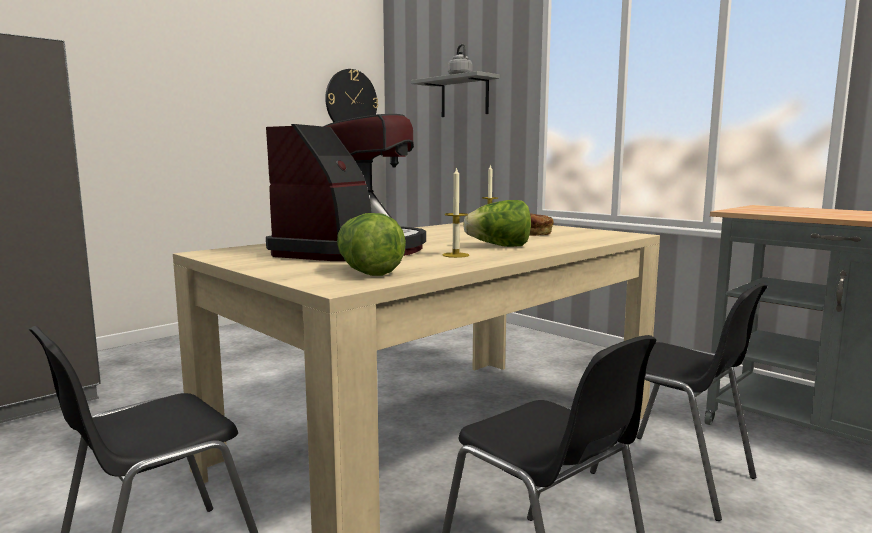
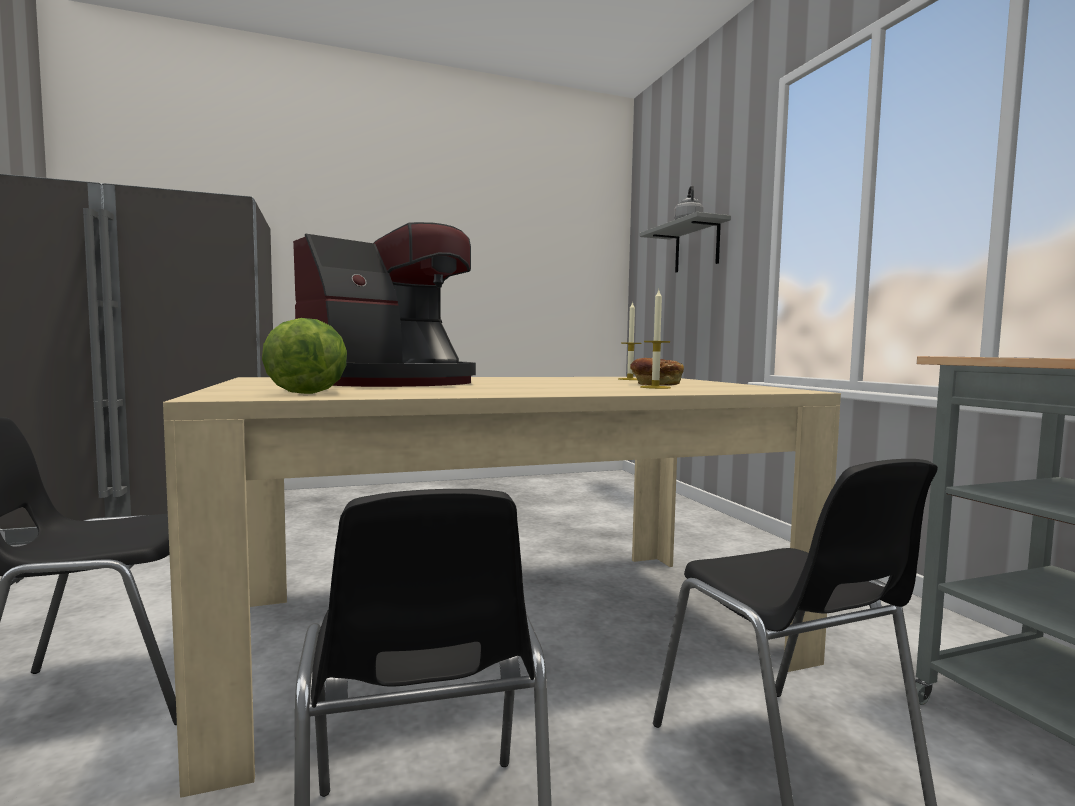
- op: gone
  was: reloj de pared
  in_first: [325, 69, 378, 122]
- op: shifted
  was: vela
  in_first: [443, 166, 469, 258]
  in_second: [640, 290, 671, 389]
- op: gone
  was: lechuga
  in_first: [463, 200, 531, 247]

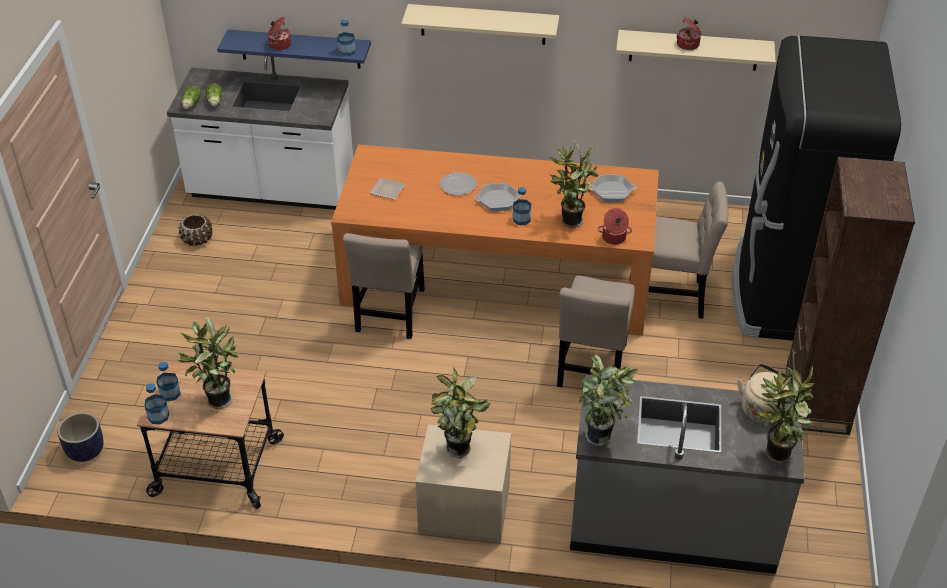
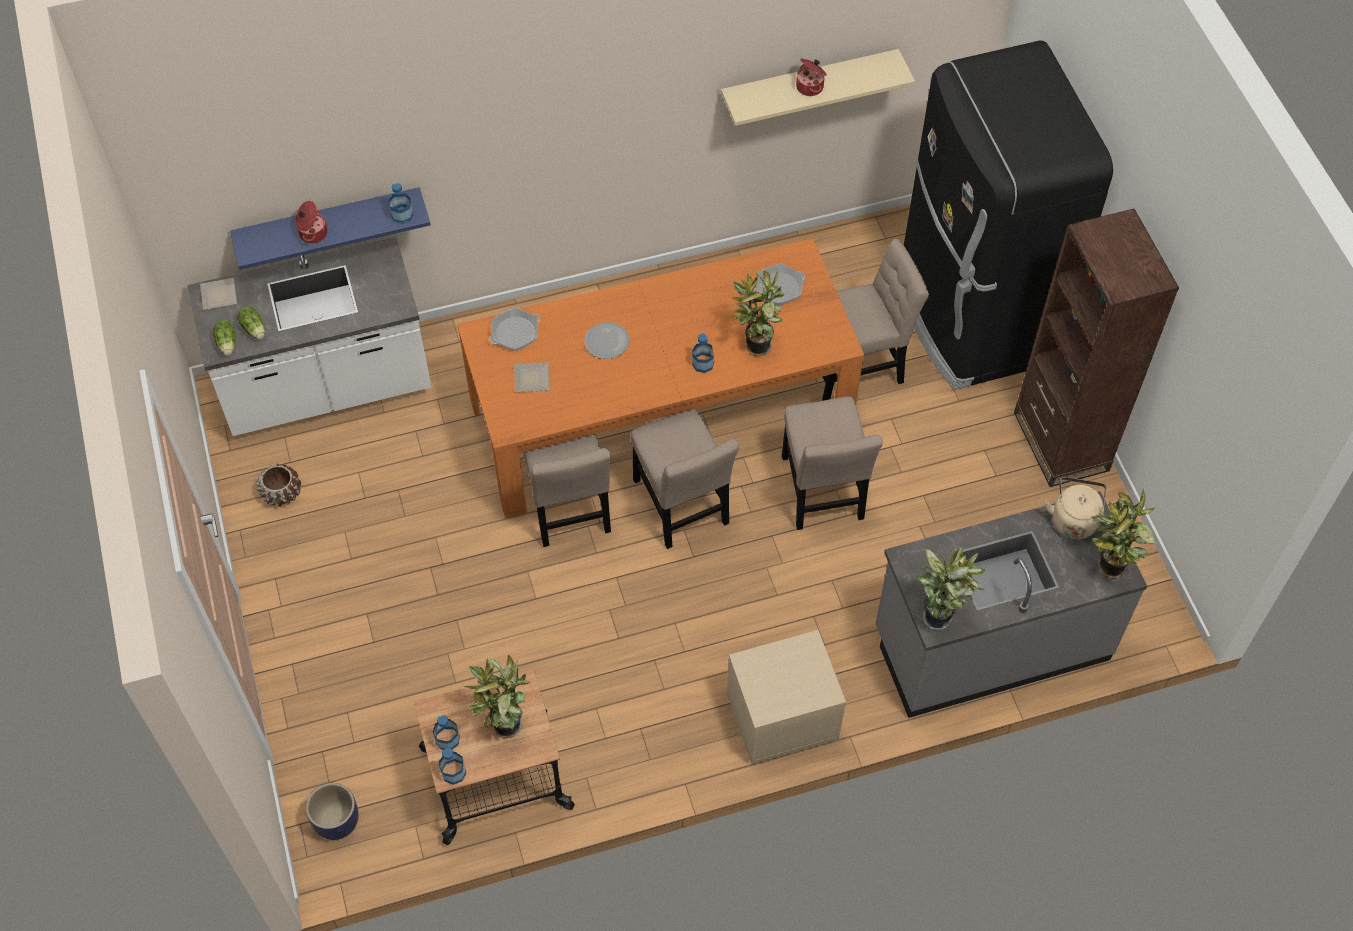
- op: gone
  was: estante/beis
  in_first: [401, 4, 559, 45]
- op: gone
  was: planta en maceta
  in_first: [430, 366, 491, 458]
- op: shifted
  was: sartén
  in_first: [474, 183, 521, 211]
  in_second: [489, 308, 540, 351]
- op: gone
  was: olla
  in_first: [598, 208, 632, 245]
- op: new
  now: plato
  in_second: [200, 278, 237, 310]
- op: new
  now: silla/beis
  in_second: [631, 409, 739, 549]

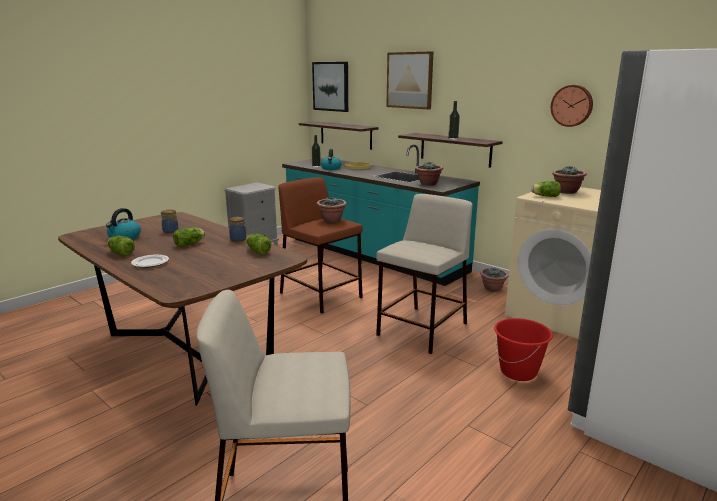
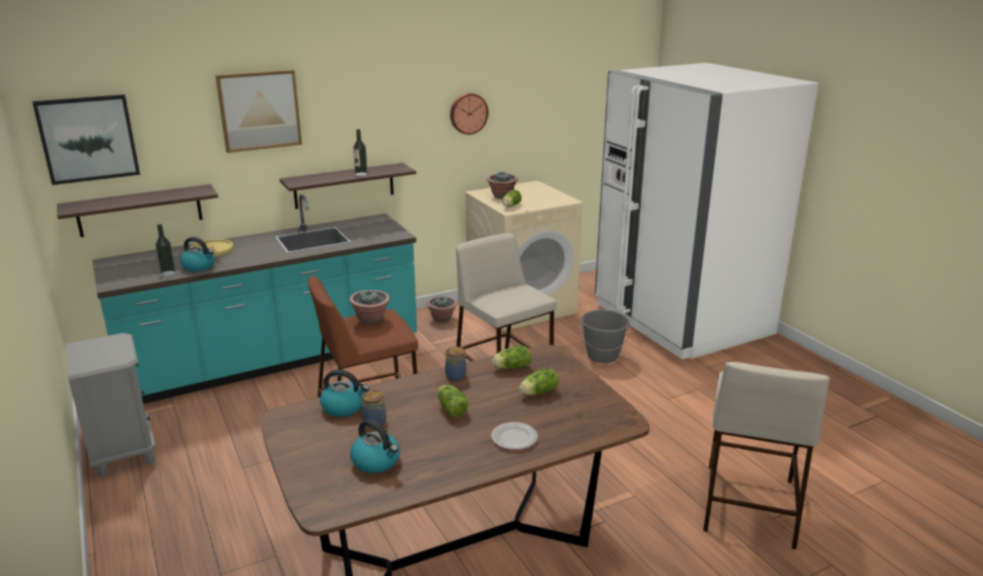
- op: shifted
  was: lechuga
  in_first: [107, 235, 135, 256]
  in_second: [519, 368, 559, 395]
- op: gone
  was: planta en maceta
  in_first: [415, 162, 443, 186]
- op: repainted
  was: cubo/rojo
  now: cubo/gris
  in_first: [494, 318, 553, 381]
  in_second: [579, 310, 631, 363]
- op: new
  now: hervidor
  in_second: [320, 370, 369, 417]

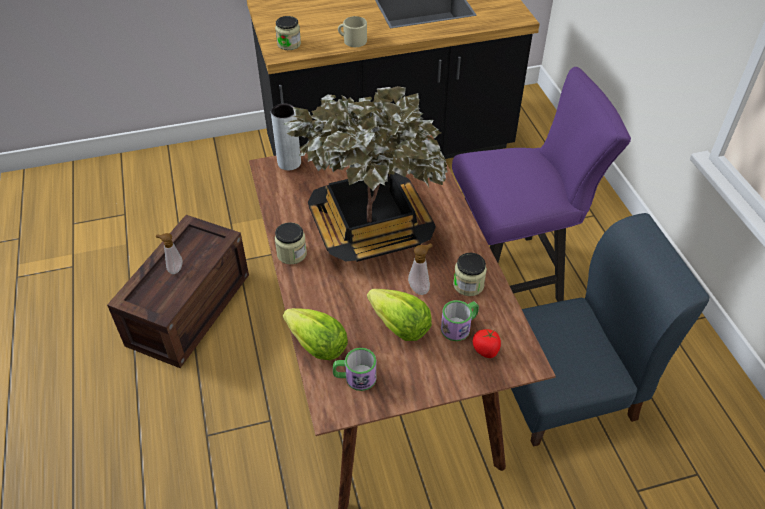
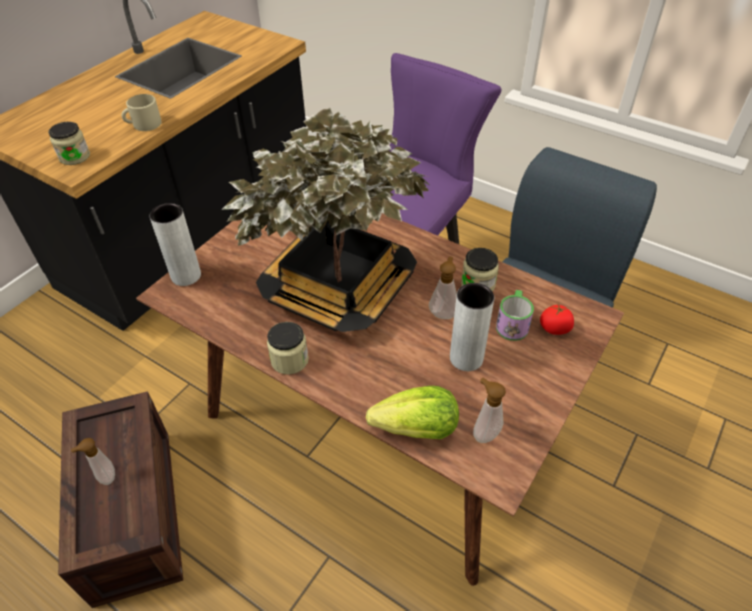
- op: swapped
  was: taza grande
  now: dispensador de jabón
  in_first: [333, 348, 377, 391]
  in_second: [473, 378, 506, 443]
- op: swapped
  was: lechuga
  now: florero/gris
  in_first: [367, 289, 432, 341]
  in_second: [450, 283, 494, 371]

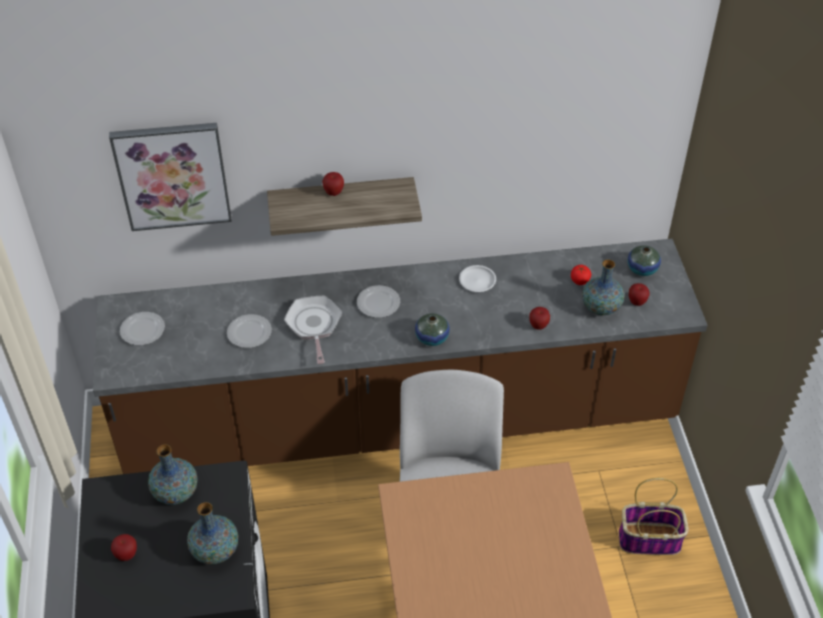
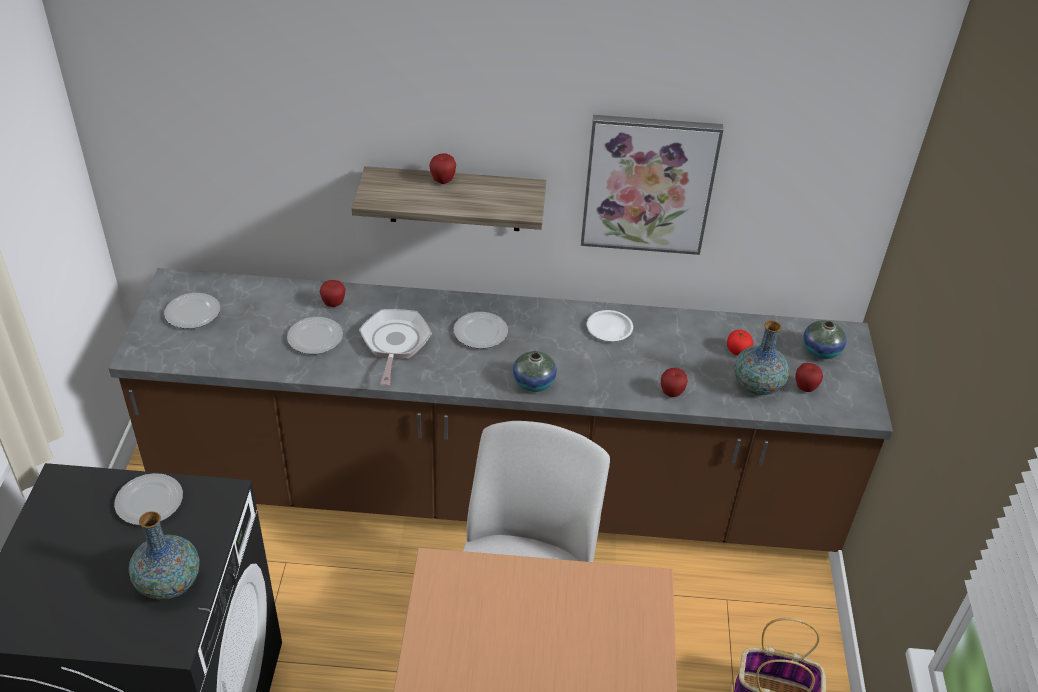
- op: shifted
  was: cuadro
  in_first: [109, 123, 232, 231]
  in_second: [581, 115, 723, 255]
- op: shifted
  was: manzana
  in_first: [111, 534, 137, 561]
  in_second: [320, 280, 345, 307]
- op: swapped
  was: florero
  now: plato
  in_first: [148, 444, 198, 505]
  in_second: [114, 473, 183, 525]

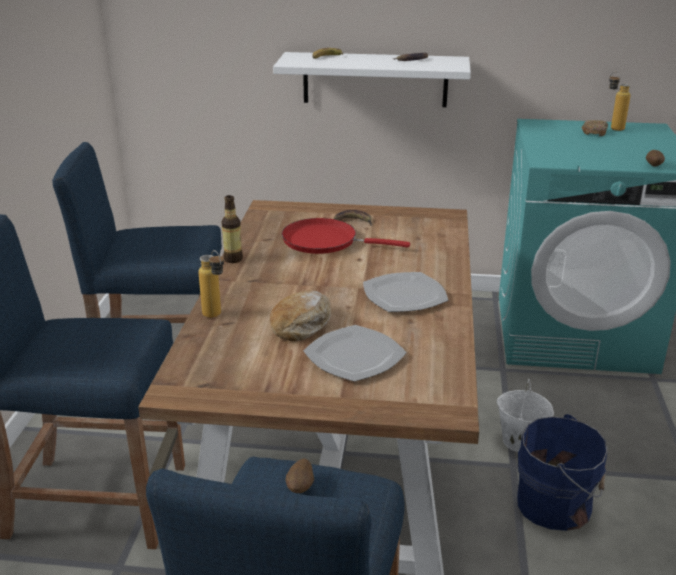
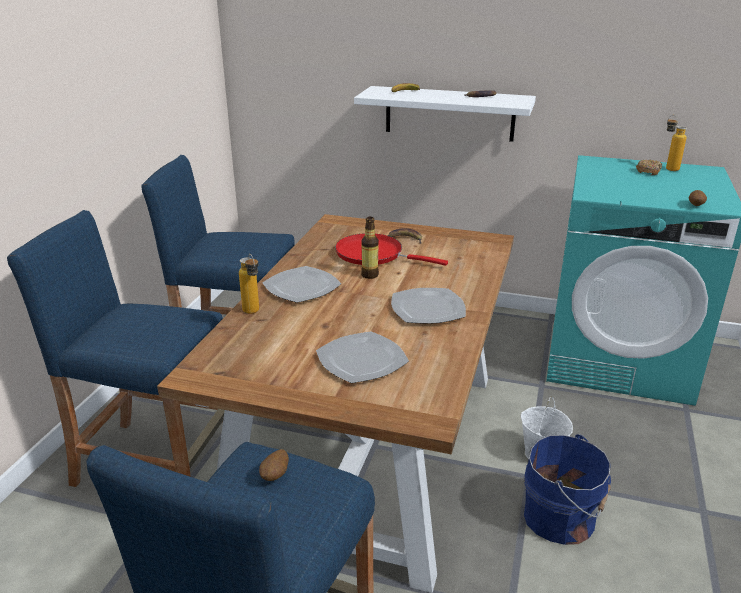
- op: shifted
  was: botella
  in_first: [221, 195, 243, 263]
  in_second: [361, 217, 379, 279]
- op: gone
  was: pan
  in_first: [270, 290, 331, 342]
- op: new
  now: plato
  in_second: [263, 266, 341, 303]

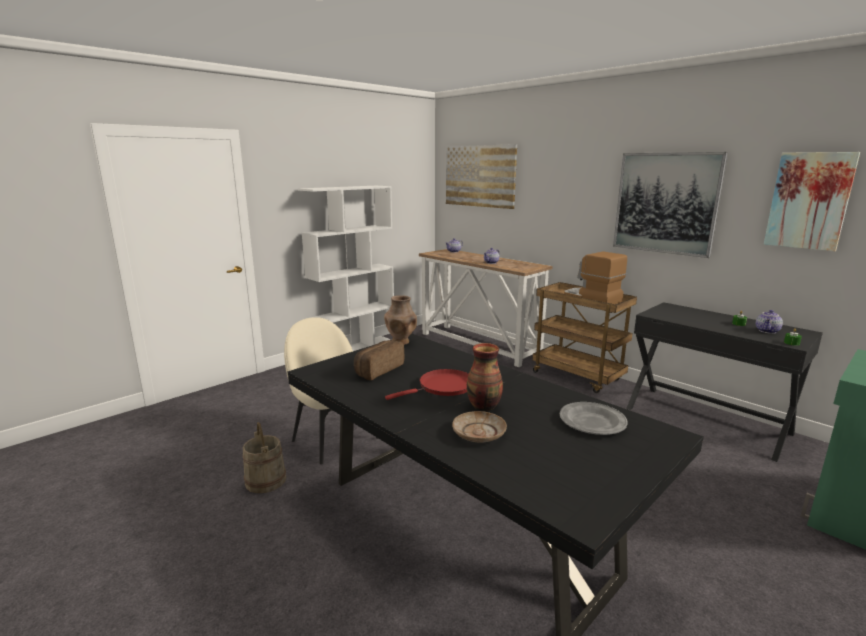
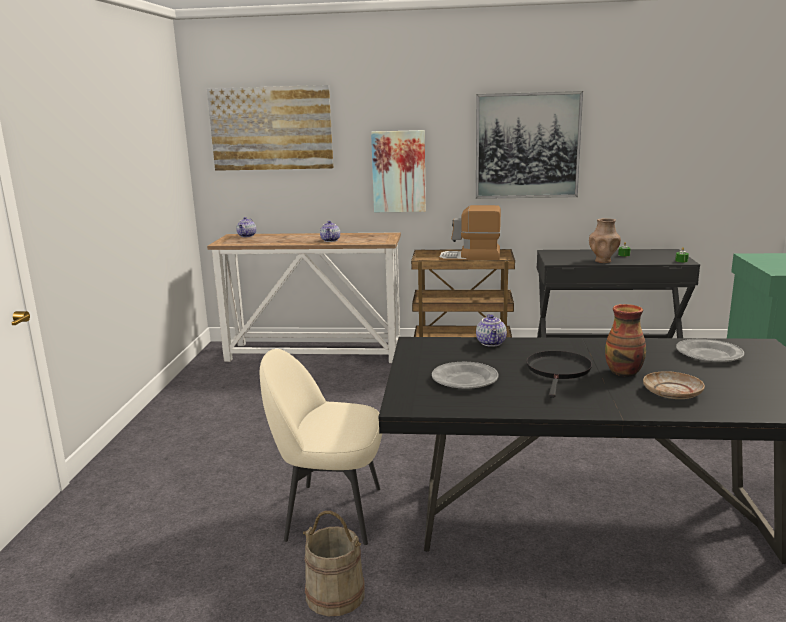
- op: gone
  was: estantería/blanco
  in_first: [298, 186, 394, 351]
- op: swapped
  was: pan
  now: plato/gris
  in_first: [354, 340, 404, 380]
  in_second: [432, 362, 499, 389]
- op: shifted
  was: florero/marrón
  in_first: [384, 295, 417, 345]
  in_second: [589, 218, 621, 263]
- op: repainted
  was: sartén/rojo
  now: sartén/negro
  in_first: [385, 369, 469, 400]
  in_second: [526, 351, 592, 398]
- op: shifted
  was: tetera
  in_first: [756, 310, 783, 334]
  in_second: [476, 314, 507, 347]
- op: shifted
  was: cuadro
  in_first: [764, 152, 860, 251]
  in_second: [371, 130, 426, 212]

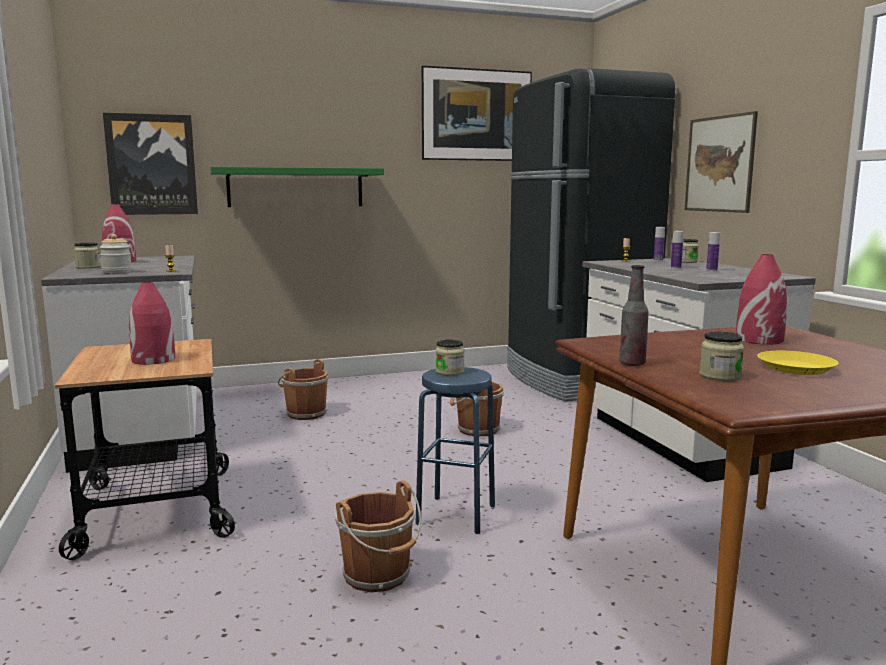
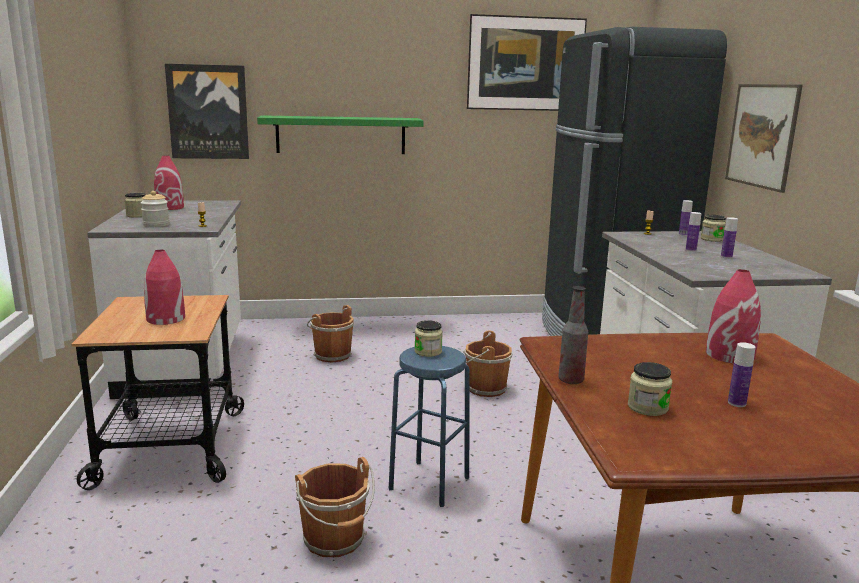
- op: swapped
  was: plato/amarillo
  now: botella
  in_first: [757, 351, 839, 375]
  in_second: [728, 342, 756, 407]

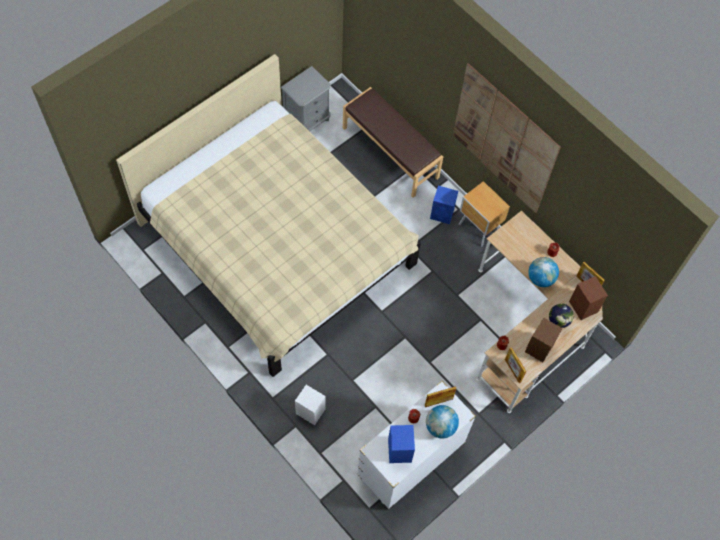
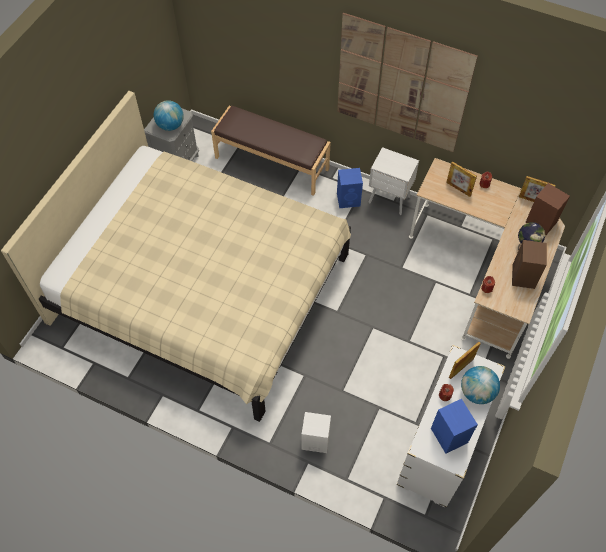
- op: repainted
  was: mesita de noche/marrón
  now: mesita de noche/blanco
  in_first: [459, 181, 510, 247]
  in_second: [369, 147, 419, 215]
- op: shifted
  was: portarretratos
  in_first: [505, 347, 526, 383]
  in_second: [446, 161, 477, 197]
- op: shifted
  was: globo terráqueo
  in_first: [528, 257, 559, 287]
  in_second: [154, 100, 184, 131]

